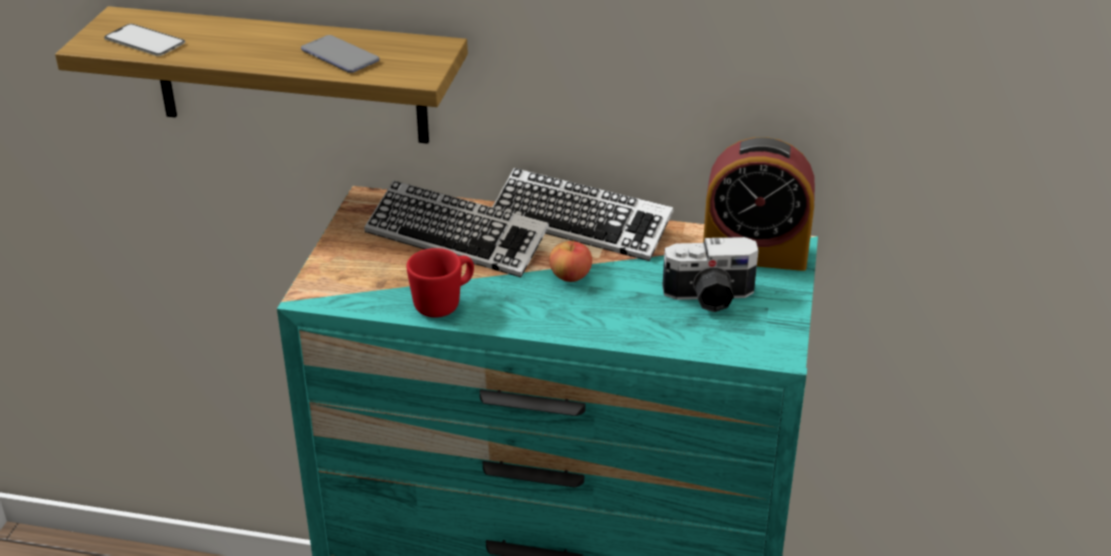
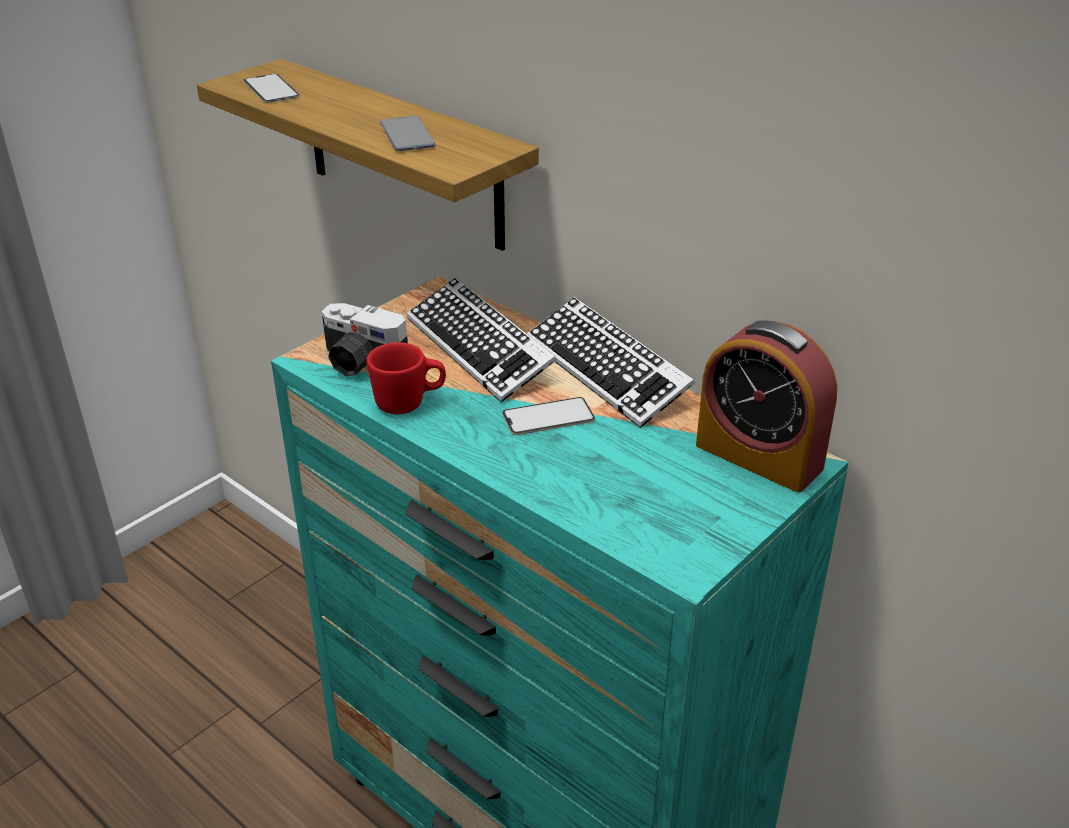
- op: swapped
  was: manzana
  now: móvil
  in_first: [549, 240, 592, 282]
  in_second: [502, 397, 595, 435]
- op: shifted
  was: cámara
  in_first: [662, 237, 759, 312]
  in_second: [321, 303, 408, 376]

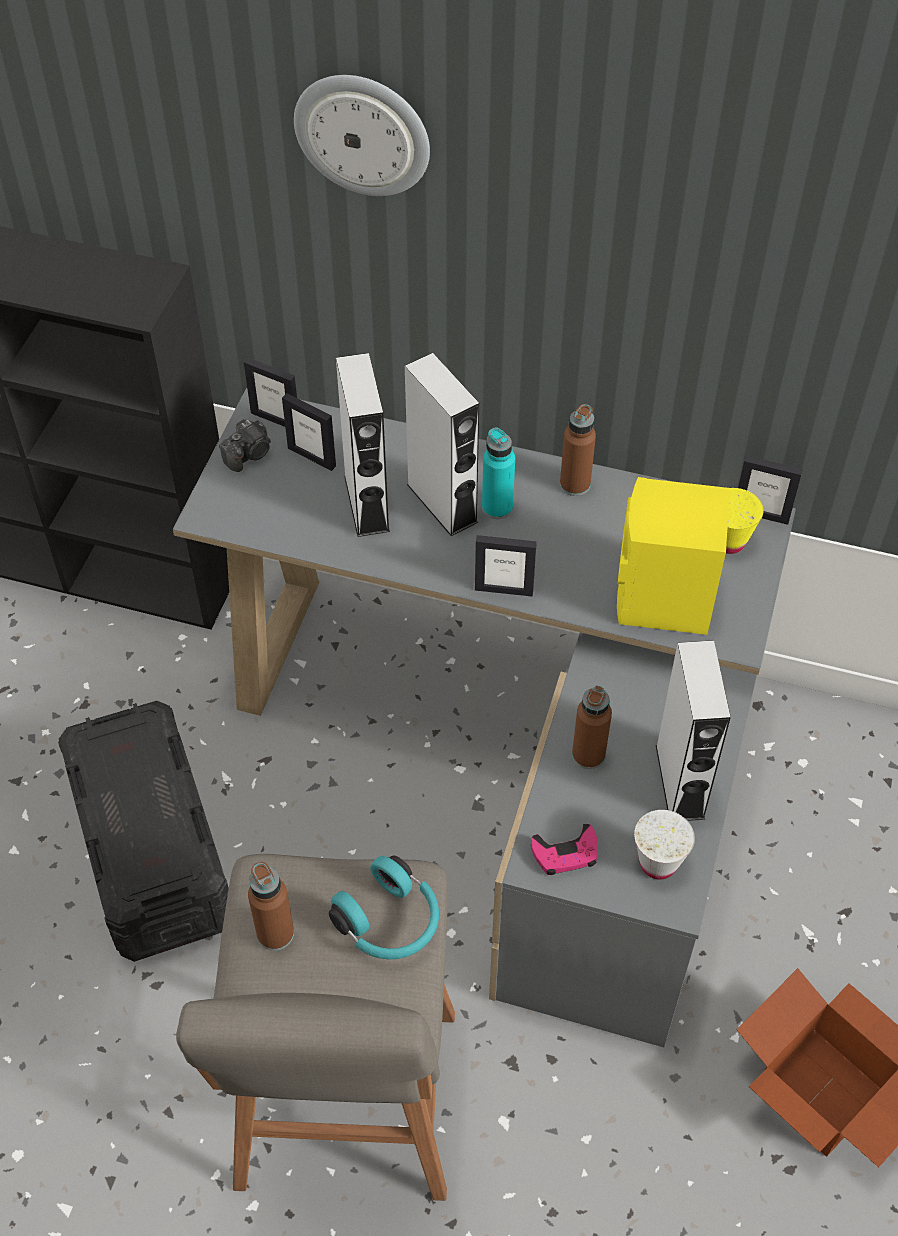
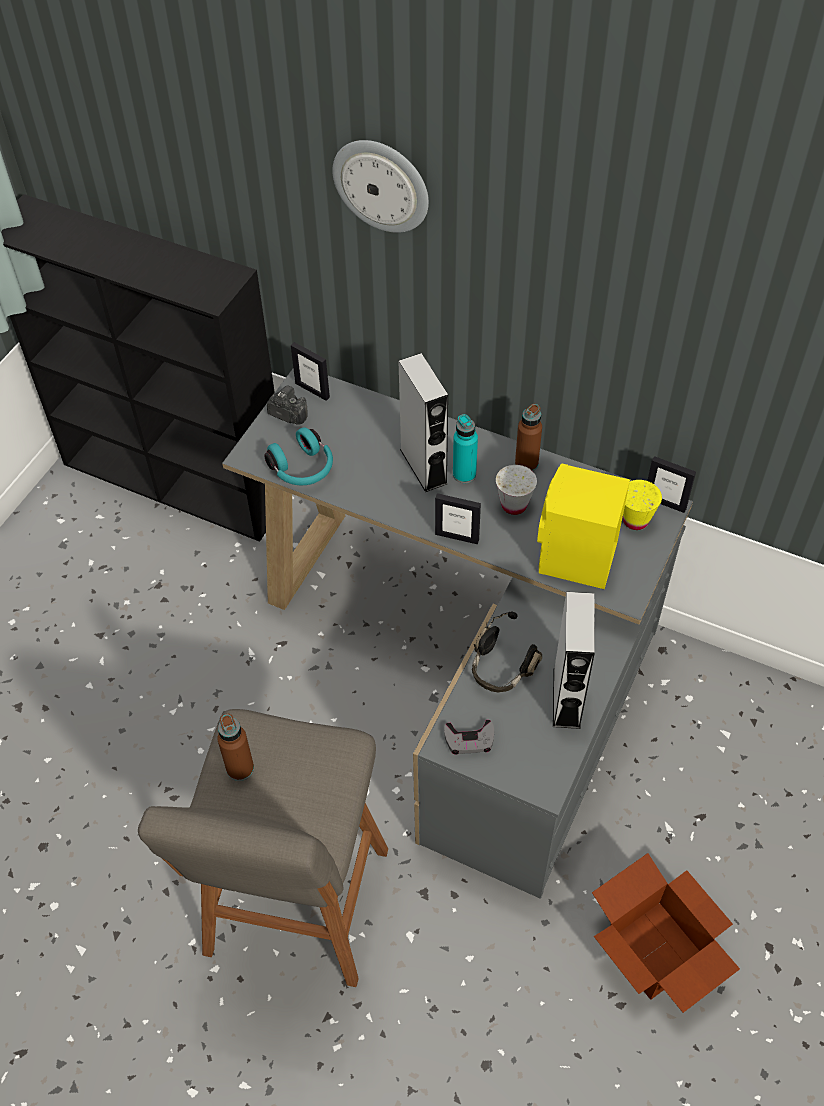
- op: gone
  was: caja de almacenaje/negro
  in_first: [58, 701, 229, 962]
- op: rotated
  was: cámara
  in_first: [219, 419, 271, 472]
  in_second: [267, 386, 308, 425]
  clockwise: -120
- op: gone
  was: portarretratos
  in_first: [282, 393, 336, 471]
- op: shifted
  was: auriculares/turquesa
  in_first: [329, 856, 439, 959]
  in_second: [264, 427, 333, 485]
- op: gone
  was: altavoz/gris
  in_first: [336, 353, 390, 537]
- op: repainted
  was: mando de consola/rosa
  now: mando de consola/gris
  in_first: [531, 824, 598, 875]
  in_second: [444, 720, 494, 755]
- op: swapped
  was: botella/marrón
  now: auriculares/negro
  in_first: [572, 686, 612, 769]
  in_second: [472, 611, 542, 693]
- op: shifted
  was: taza/blanco
  in_first: [634, 810, 695, 880]
  in_second: [496, 465, 537, 515]

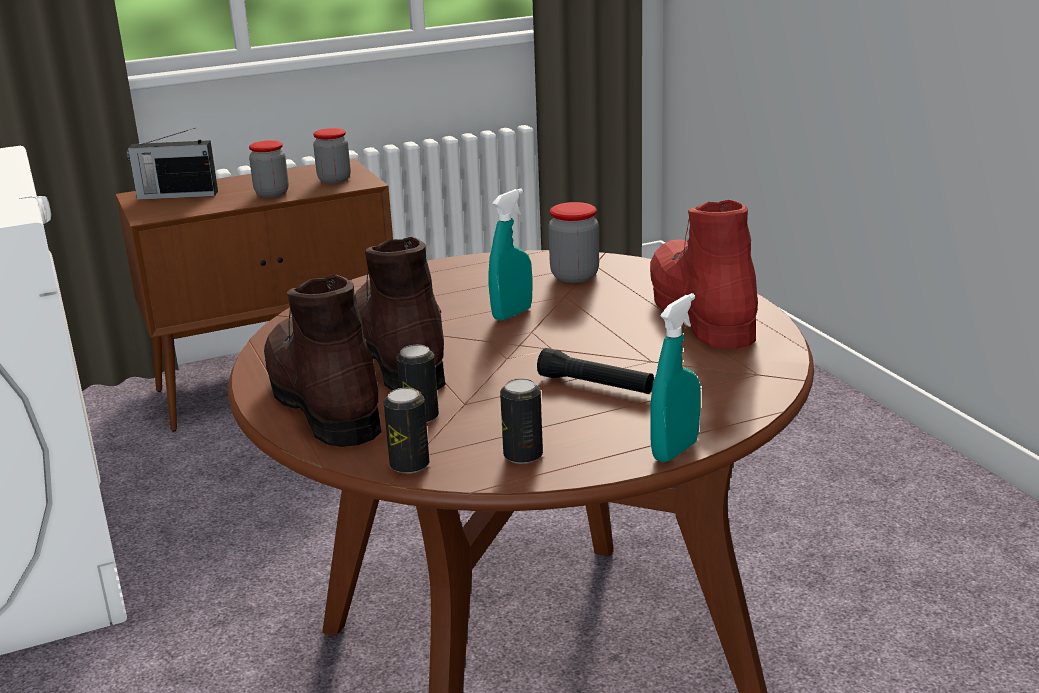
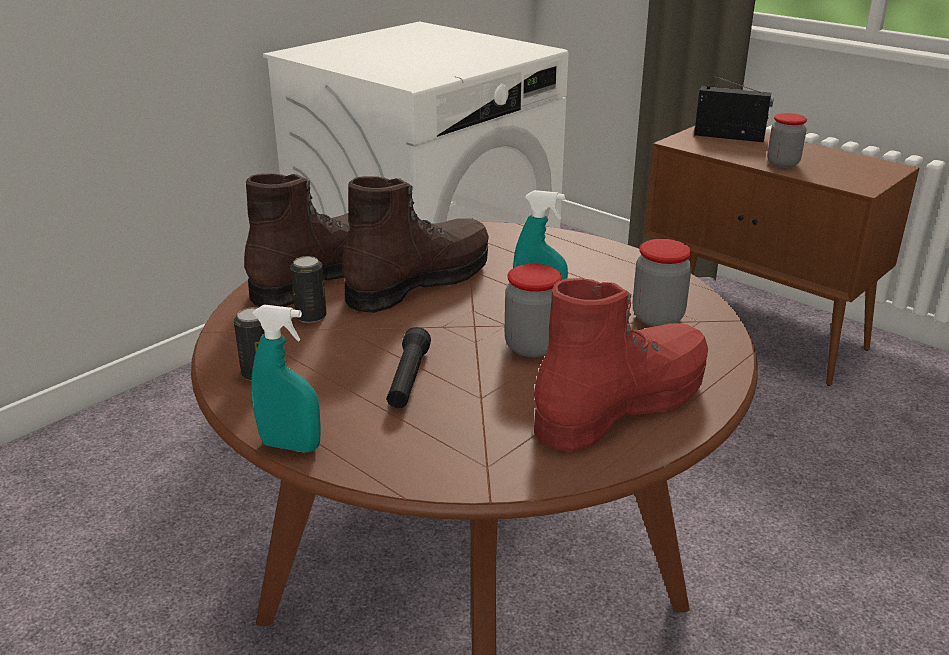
- op: rotated
  was: radio
  in_first: [127, 128, 218, 200]
  in_second: [694, 75, 774, 142]
  clockwise: 135
- op: shifted
  was: tarro
  in_first: [313, 128, 351, 184]
  in_second: [505, 264, 562, 357]
- op: gone
  was: lata
  in_first: [384, 388, 429, 474]

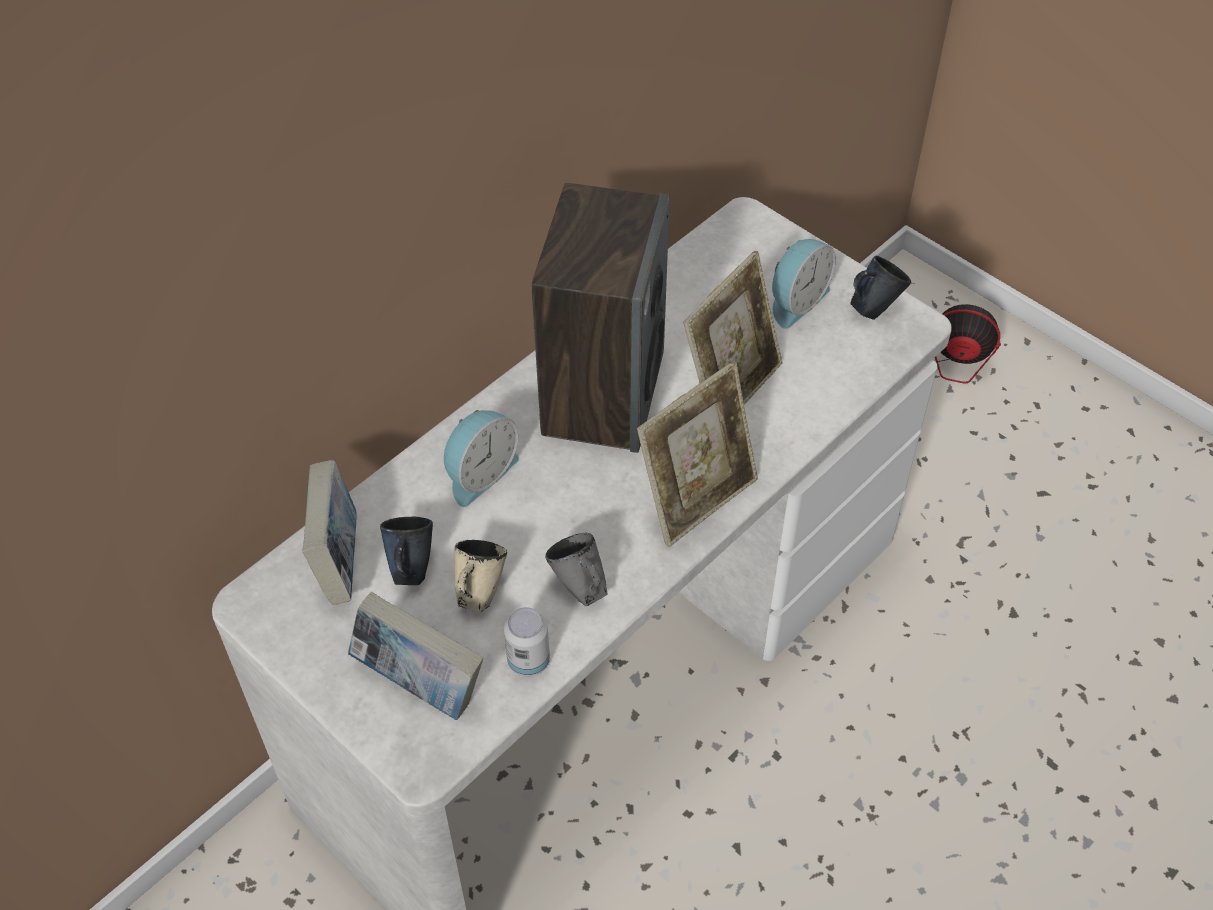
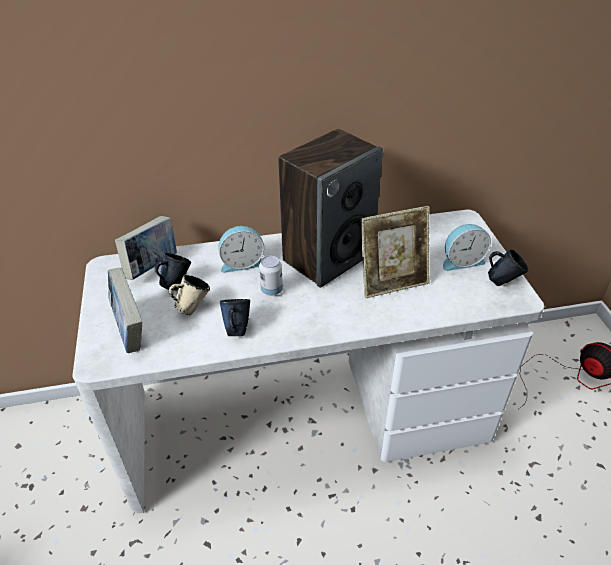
- op: shifted
  was: lata
  in_first: [504, 607, 550, 677]
  in_second: [259, 256, 283, 296]
- op: repainted
  was: taza grande/gris
  now: taza grande/azul
  in_first: [545, 533, 608, 606]
  in_second: [220, 299, 250, 336]
- op: gone
  was: portarretratos
  in_first: [637, 361, 758, 547]

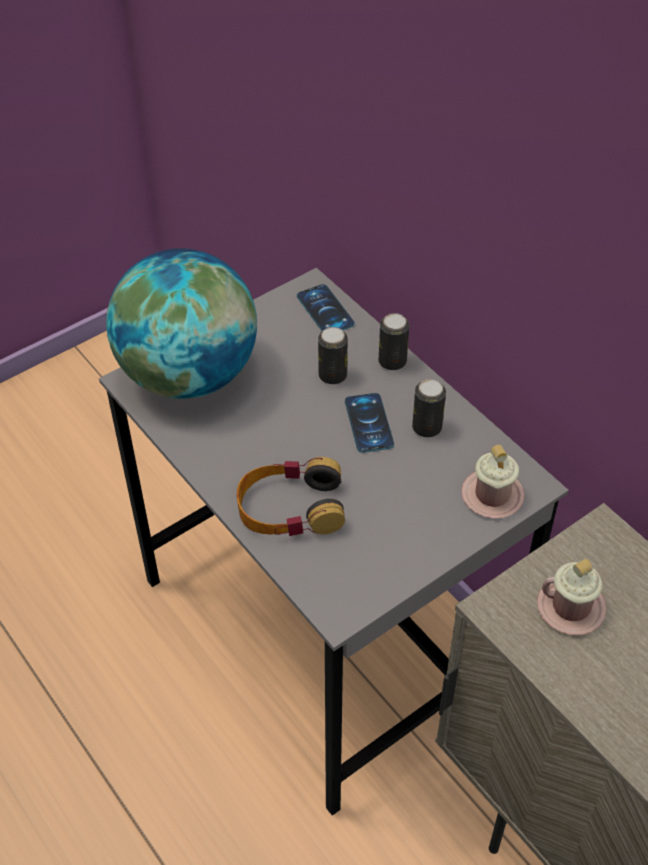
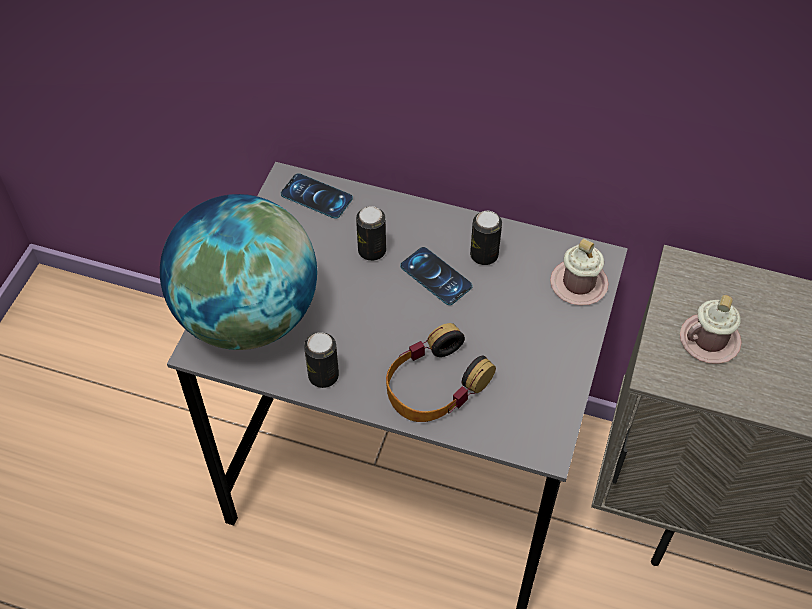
- op: shifted
  was: lata
  in_first: [379, 313, 409, 370]
  in_second: [304, 332, 339, 388]

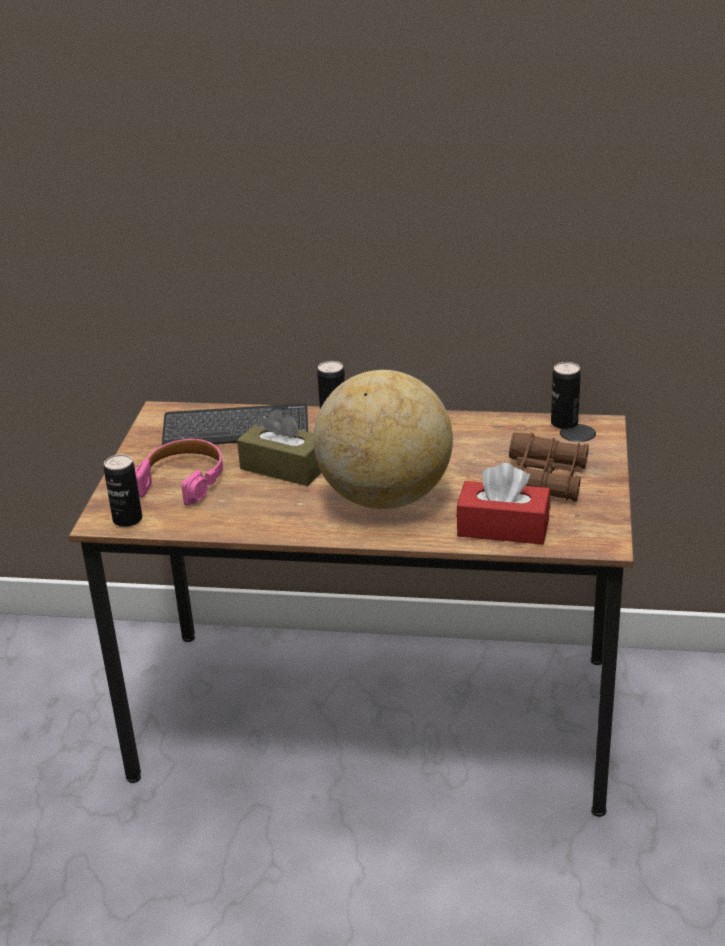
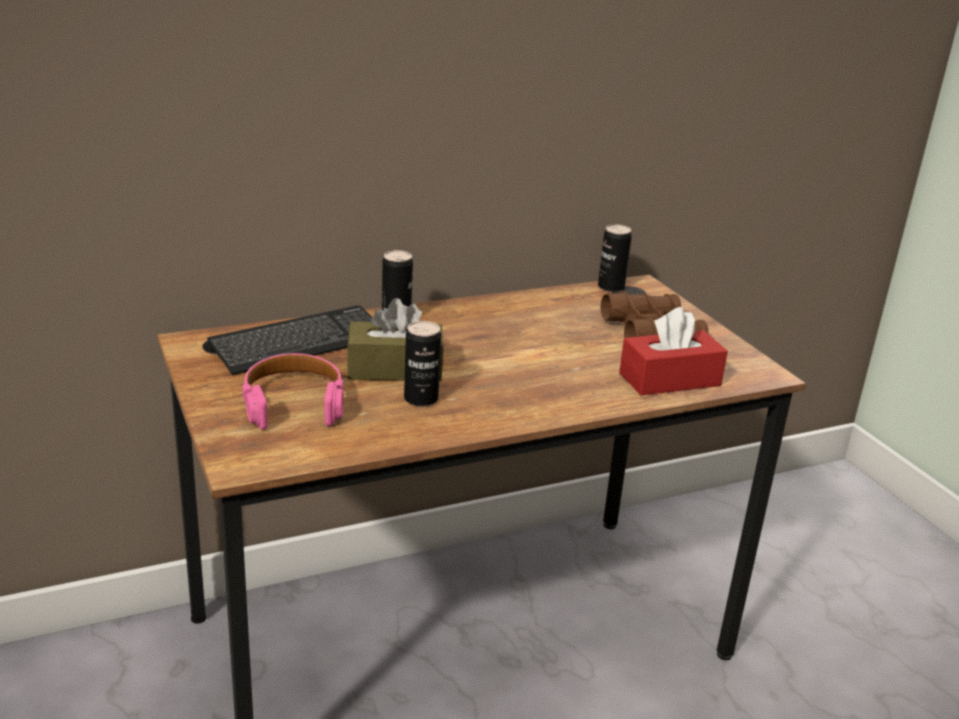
- op: shifted
  was: lata
  in_first: [104, 454, 142, 527]
  in_second: [404, 321, 441, 407]
- op: gone
  was: globo terráqueo
  in_first: [313, 370, 453, 509]

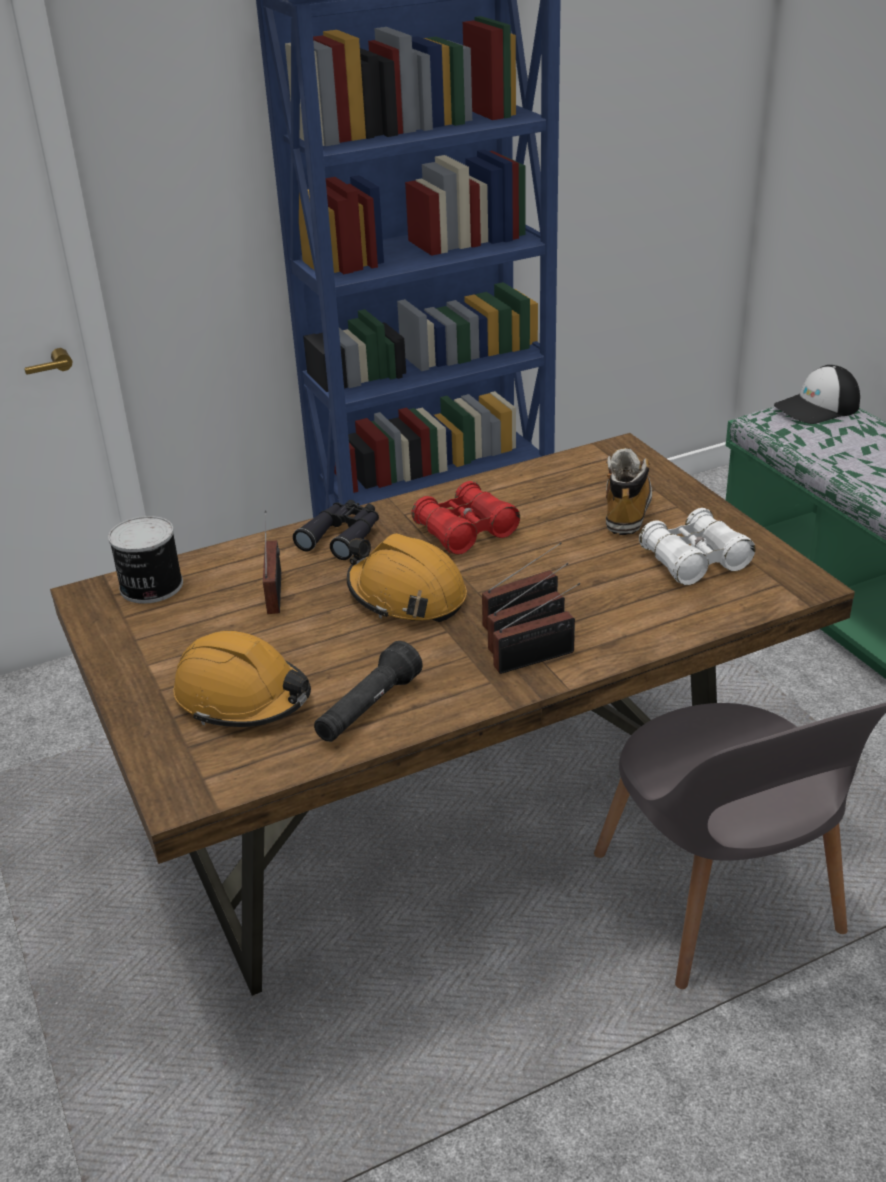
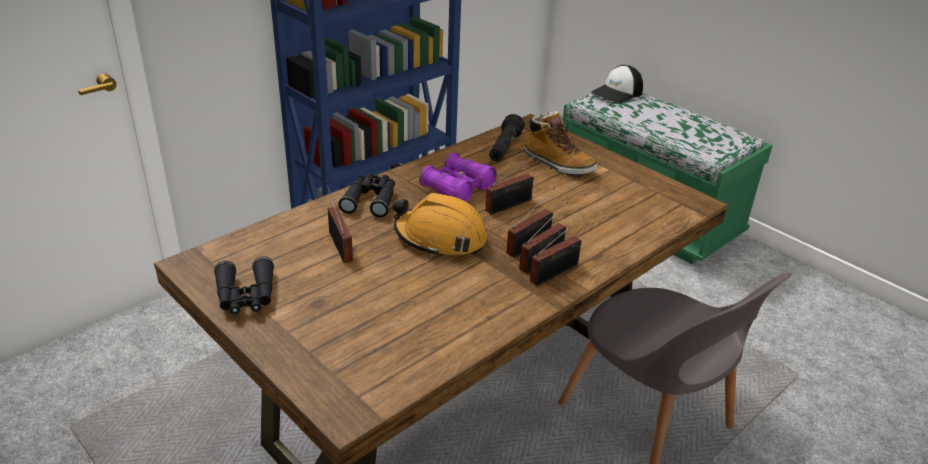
- op: gone
  was: lata
  in_first: [108, 516, 183, 604]
- op: gone
  was: casco/naranja
  in_first: [173, 631, 311, 727]
- op: shifted
  was: linterna/negro
  in_first: [314, 641, 423, 742]
  in_second: [489, 114, 525, 162]
- op: repainted
  was: prismáticos/rojo
  now: prismáticos/morado
  in_first: [411, 481, 520, 555]
  in_second: [419, 153, 497, 202]
- op: rotated
  was: bota
  in_first: [606, 448, 652, 535]
  in_second: [524, 111, 598, 175]
  clockwise: 135
- op: gone
  was: prismáticos/blanco
  in_first: [639, 508, 755, 585]
- op: new
  now: prismáticos/negro
  in_second: [214, 256, 274, 314]
- op: new
  now: radio
  in_second: [485, 155, 536, 215]

